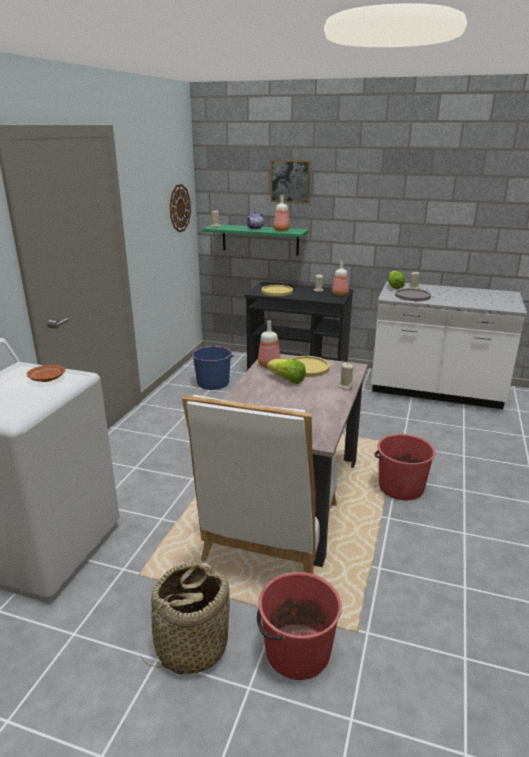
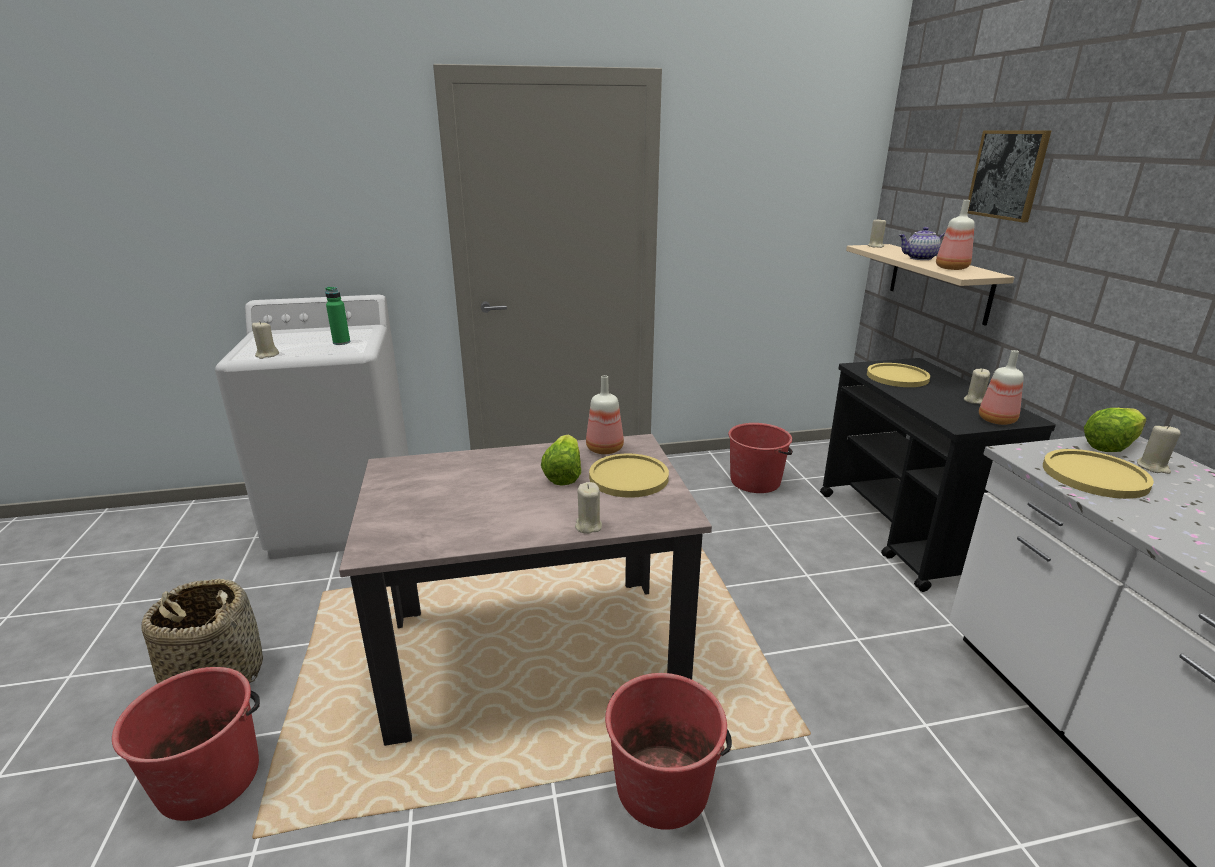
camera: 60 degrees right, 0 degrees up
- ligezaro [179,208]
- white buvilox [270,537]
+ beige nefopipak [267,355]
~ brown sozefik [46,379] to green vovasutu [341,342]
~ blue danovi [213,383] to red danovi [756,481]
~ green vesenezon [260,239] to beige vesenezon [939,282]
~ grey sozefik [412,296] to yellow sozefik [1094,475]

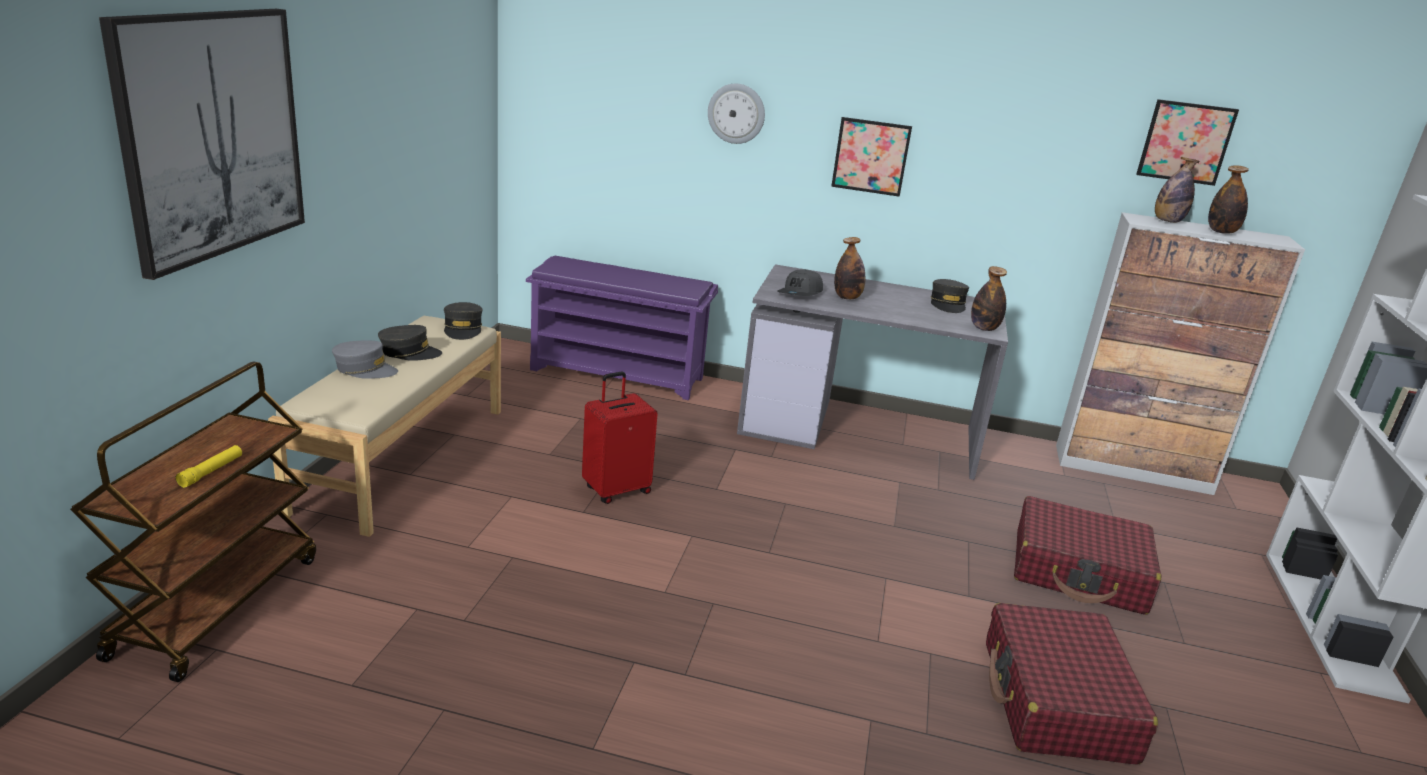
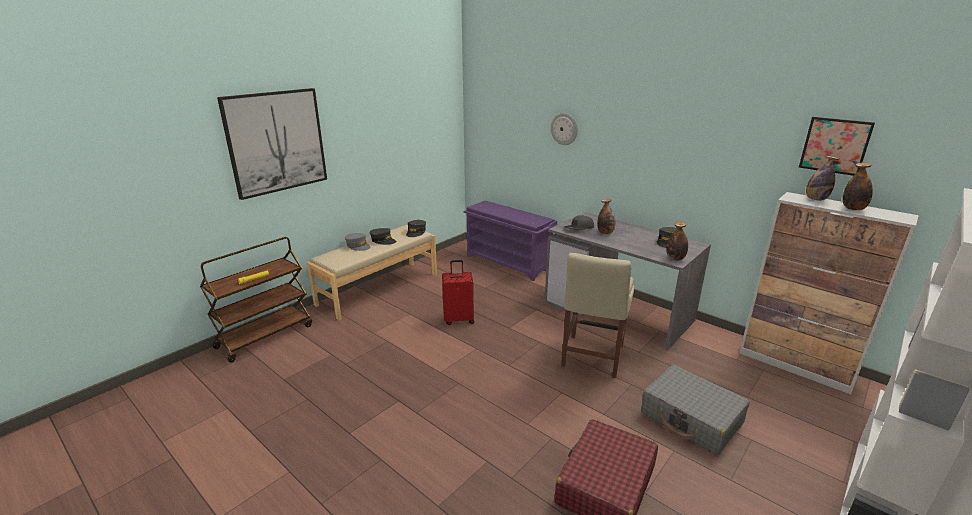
camera: 30 degrees right, 0 degrees up
- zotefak [871,156]
+ beige buvilox [591,358]
~ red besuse [1079,572] to grey besuse [691,418]

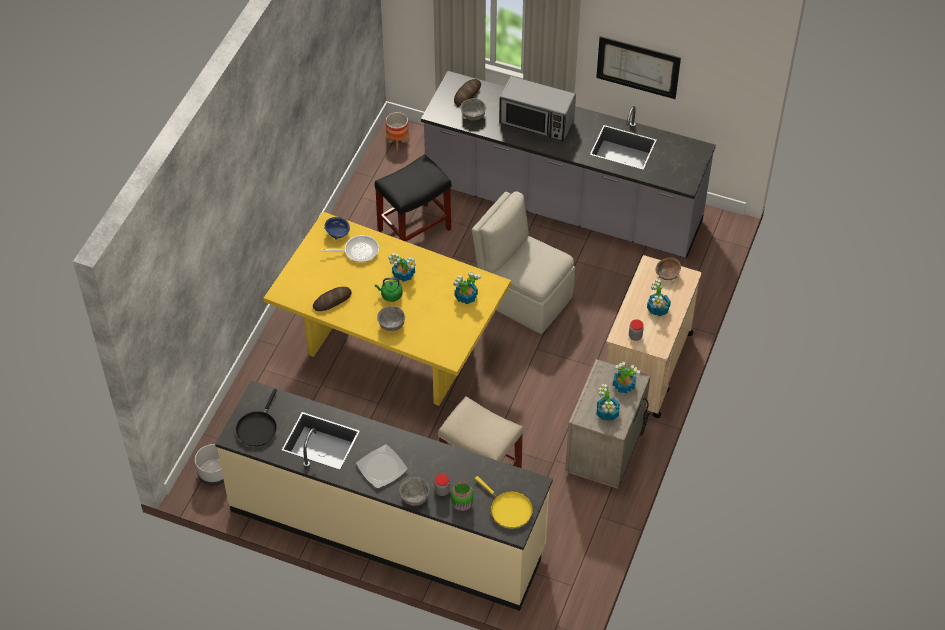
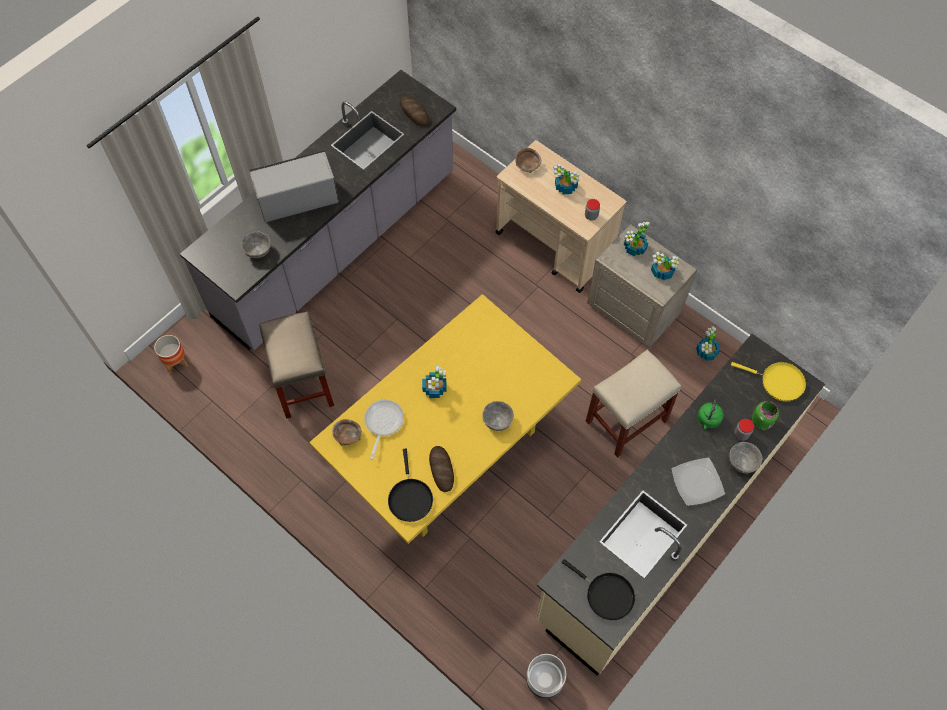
camera: 70 degrees left, 10 degrees up
- beige buvilox [523,297]
- zotefak [638,67]
+ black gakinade [410,498]
~ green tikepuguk [390,295] to [708,420]
~ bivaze [465,296] to [706,352]
~ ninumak [467,94] to [414,112]
~ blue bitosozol [337,233] to brown bitosozol [347,436]
~ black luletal [415,229] to beige luletal [302,383]
~ yellow gakinade [508,509] = [778,382] 45 degrees clockwise
~ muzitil [536,122] = [297,199] 150 degrees counterclockwise

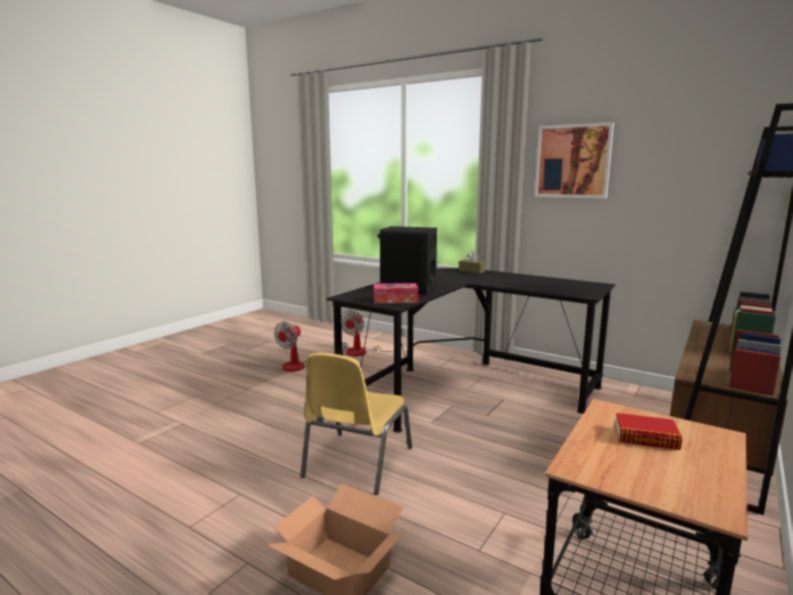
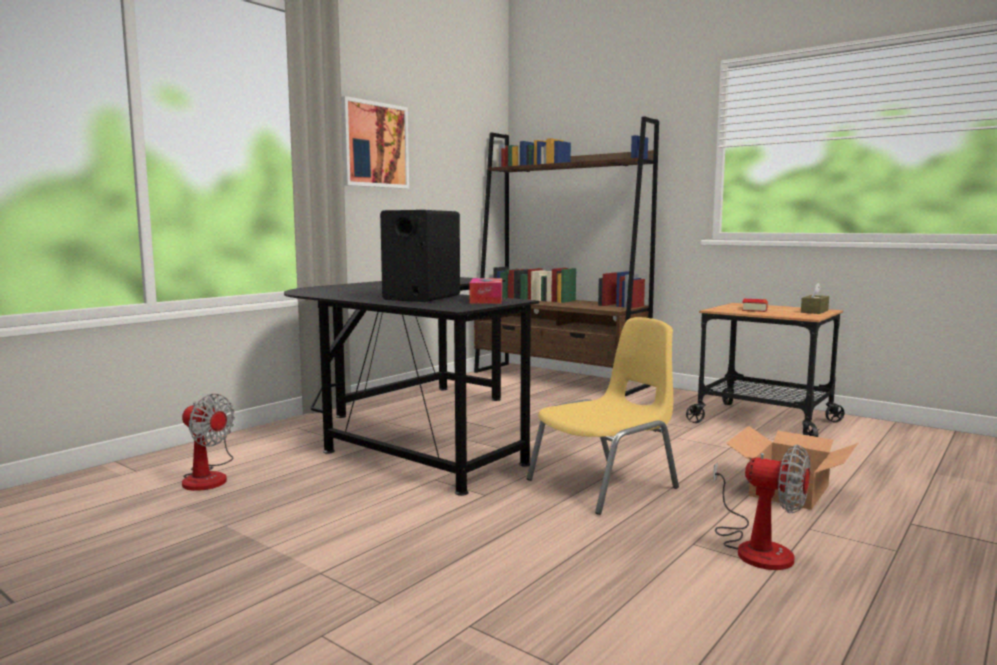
camera: 85 degrees left, 5 degrees down
~ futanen [302,366] to [756,547]
~ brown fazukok [471,271] to [814,311]
~ yellow buvilox [356,463] = [605,484] 60 degrees counterclockwise

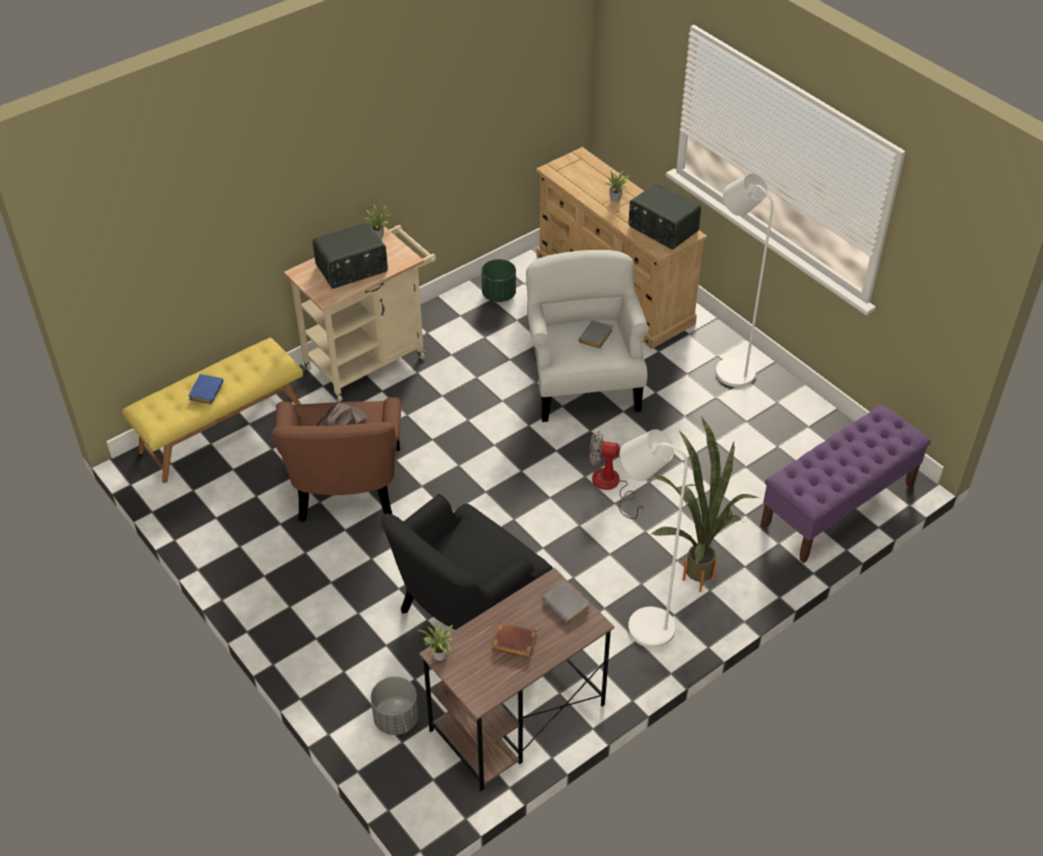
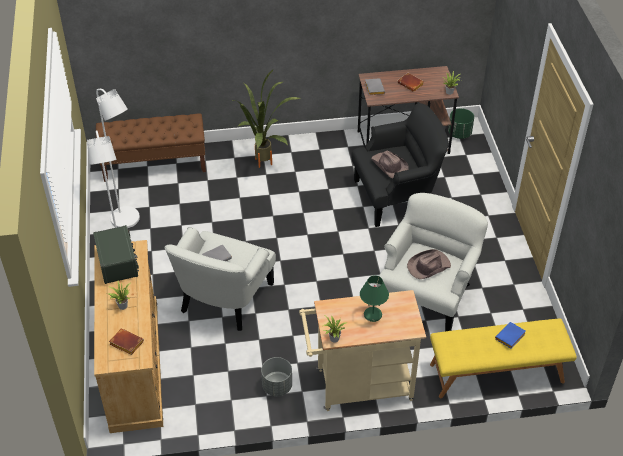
camera: 150 degrees left, 0 degrees up
- futanen [611,486]
+ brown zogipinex [125,343]
+ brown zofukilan [389,166]
~ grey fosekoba [396,719] to [277,386]
~ green fosekoba [498,294] to [459,133]
~ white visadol [642,625] to [128,221]
~ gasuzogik [352,269] to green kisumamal [372,315]
~ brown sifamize [346,486] to white sifamize [427,294]
~ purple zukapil [837,506] to brown zukapil [155,164]

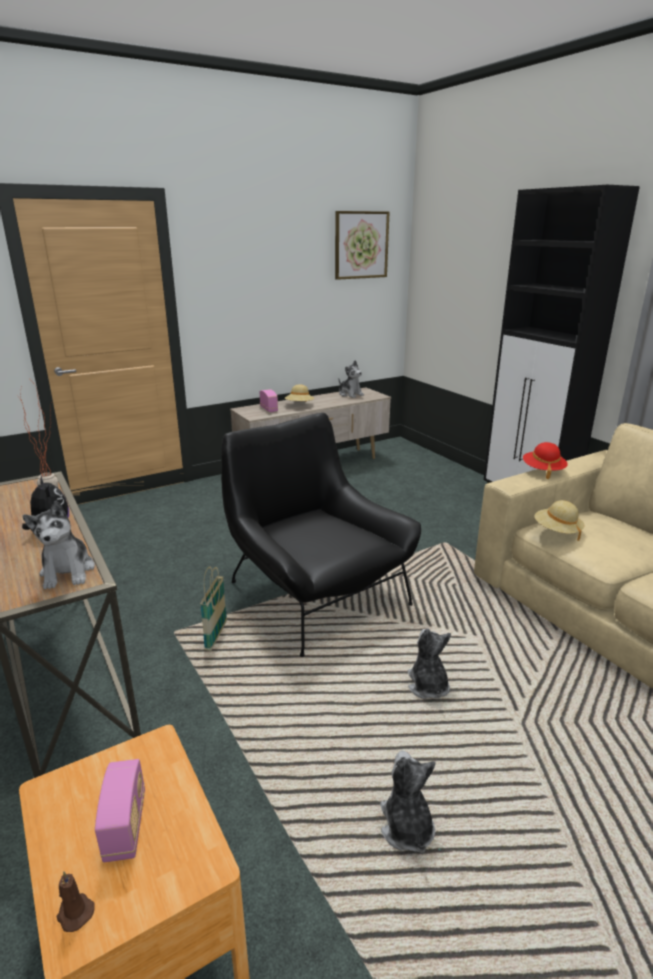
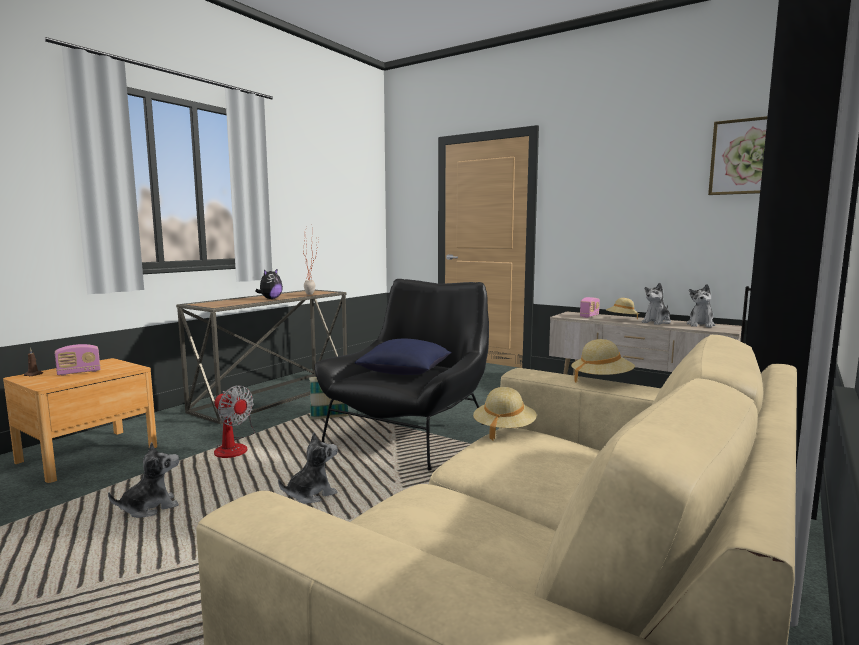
camera: 65 degrees right, 15 degrees down
+ futanen [234,447]
+ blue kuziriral [406,373]
~ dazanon [68,572] to [657,322]
~ red zofukilan [543,470] to beige zofukilan [601,380]

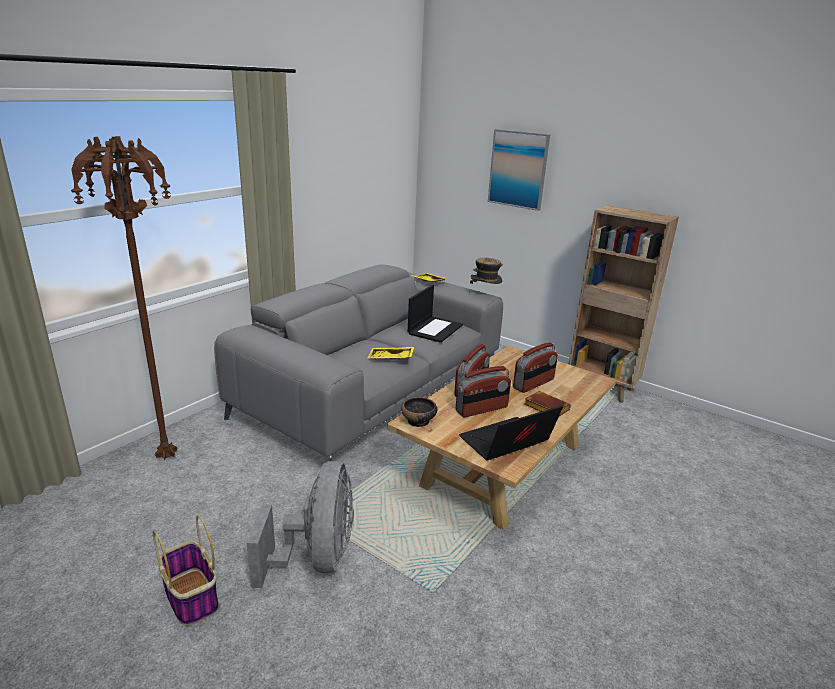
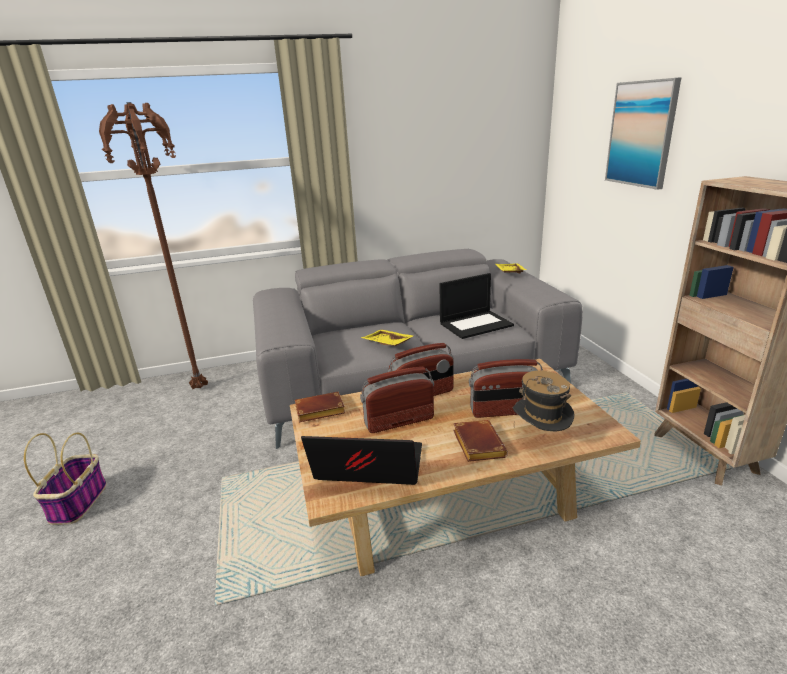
camera: 40 degrees right, 0 degrees up
- grey futanen [317,558]
~ zofukilan [485,294] to [540,438]
~ bitosozol [418,421] to brown zogipinex [319,412]
~ gasuzogik [482,409] = [399,421] 150 degrees clockwise

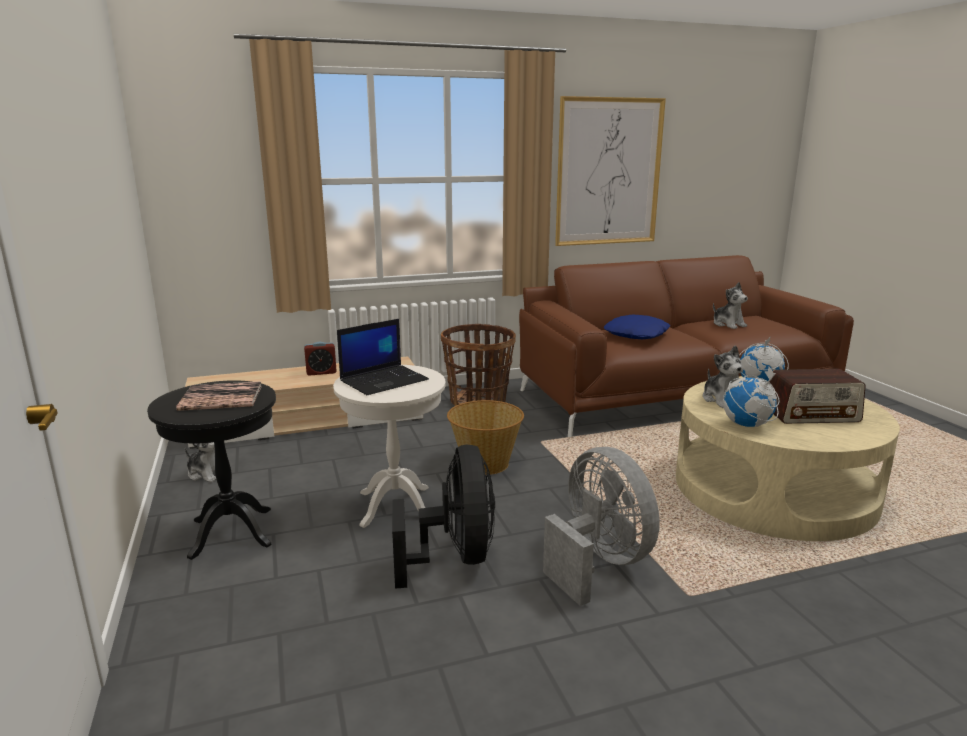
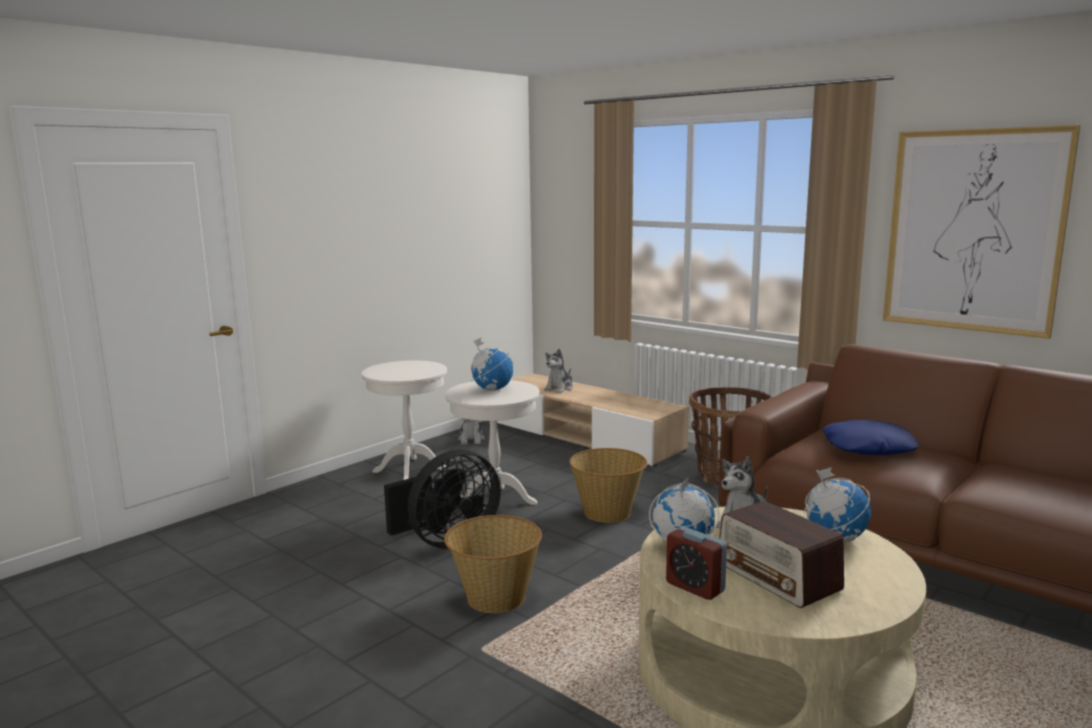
camera: 60 degrees right, 5 degrees down
- zogipinex [221,398]
~ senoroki [321,372] to [695,587]
~ dazanon [728,324] to [559,388]
~ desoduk [384,380] to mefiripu [492,389]
~ grey futanen [598,562] to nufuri [495,597]
~ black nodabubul [231,532] to white nodabubul [410,471]

